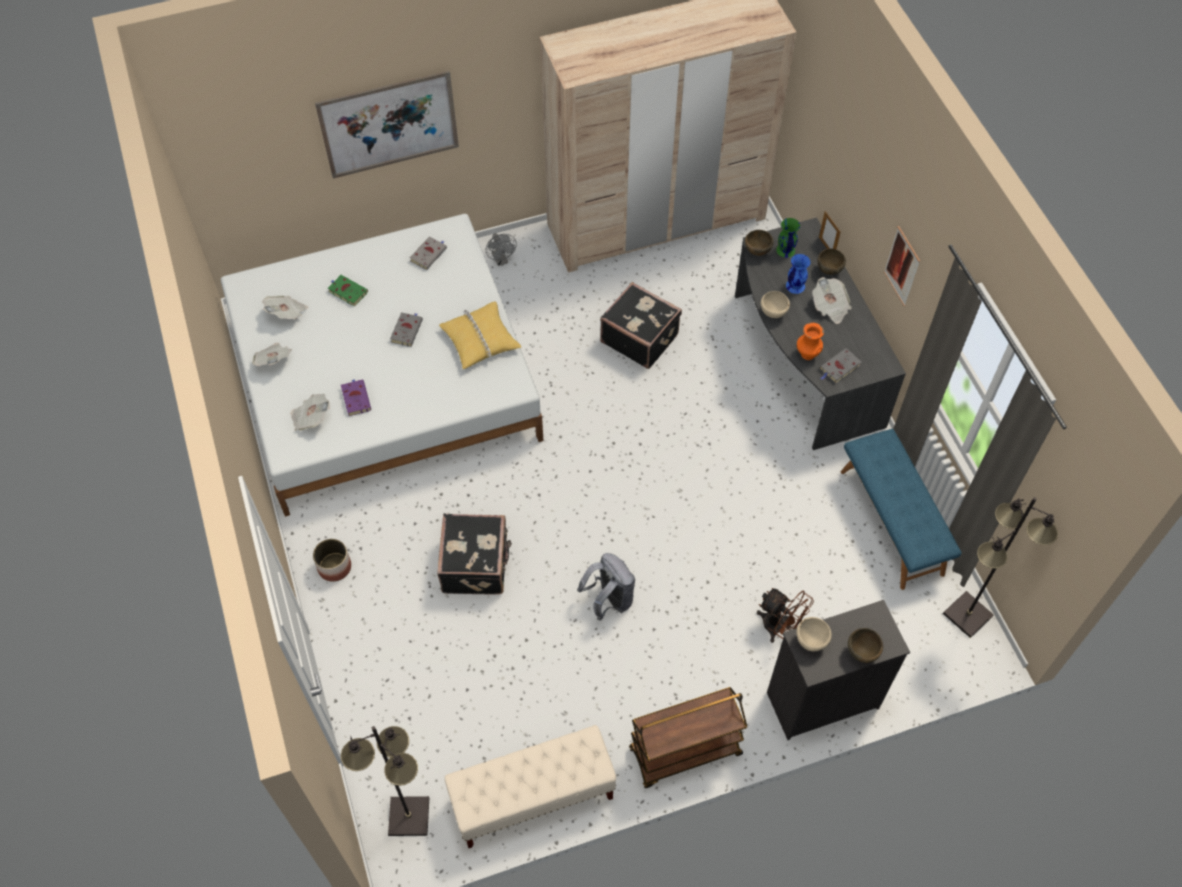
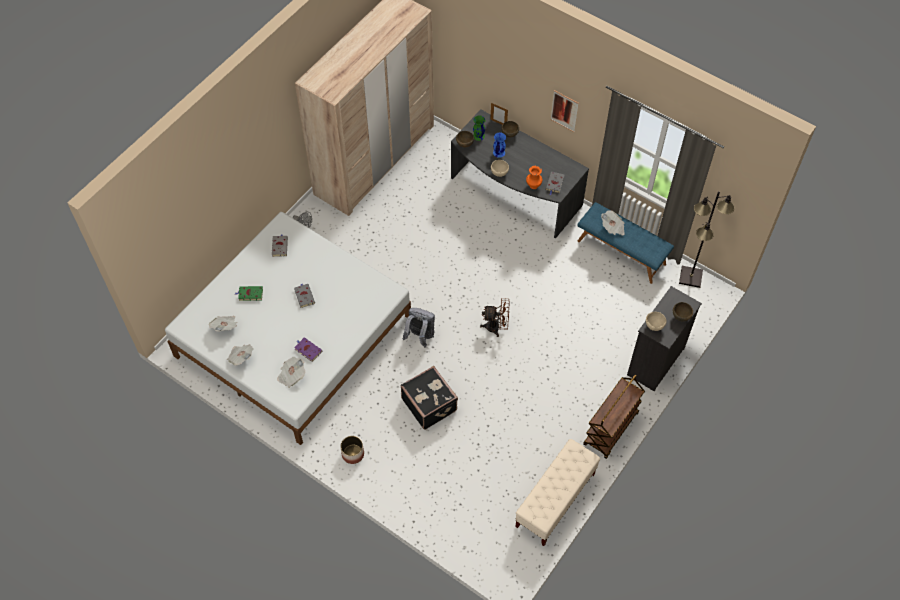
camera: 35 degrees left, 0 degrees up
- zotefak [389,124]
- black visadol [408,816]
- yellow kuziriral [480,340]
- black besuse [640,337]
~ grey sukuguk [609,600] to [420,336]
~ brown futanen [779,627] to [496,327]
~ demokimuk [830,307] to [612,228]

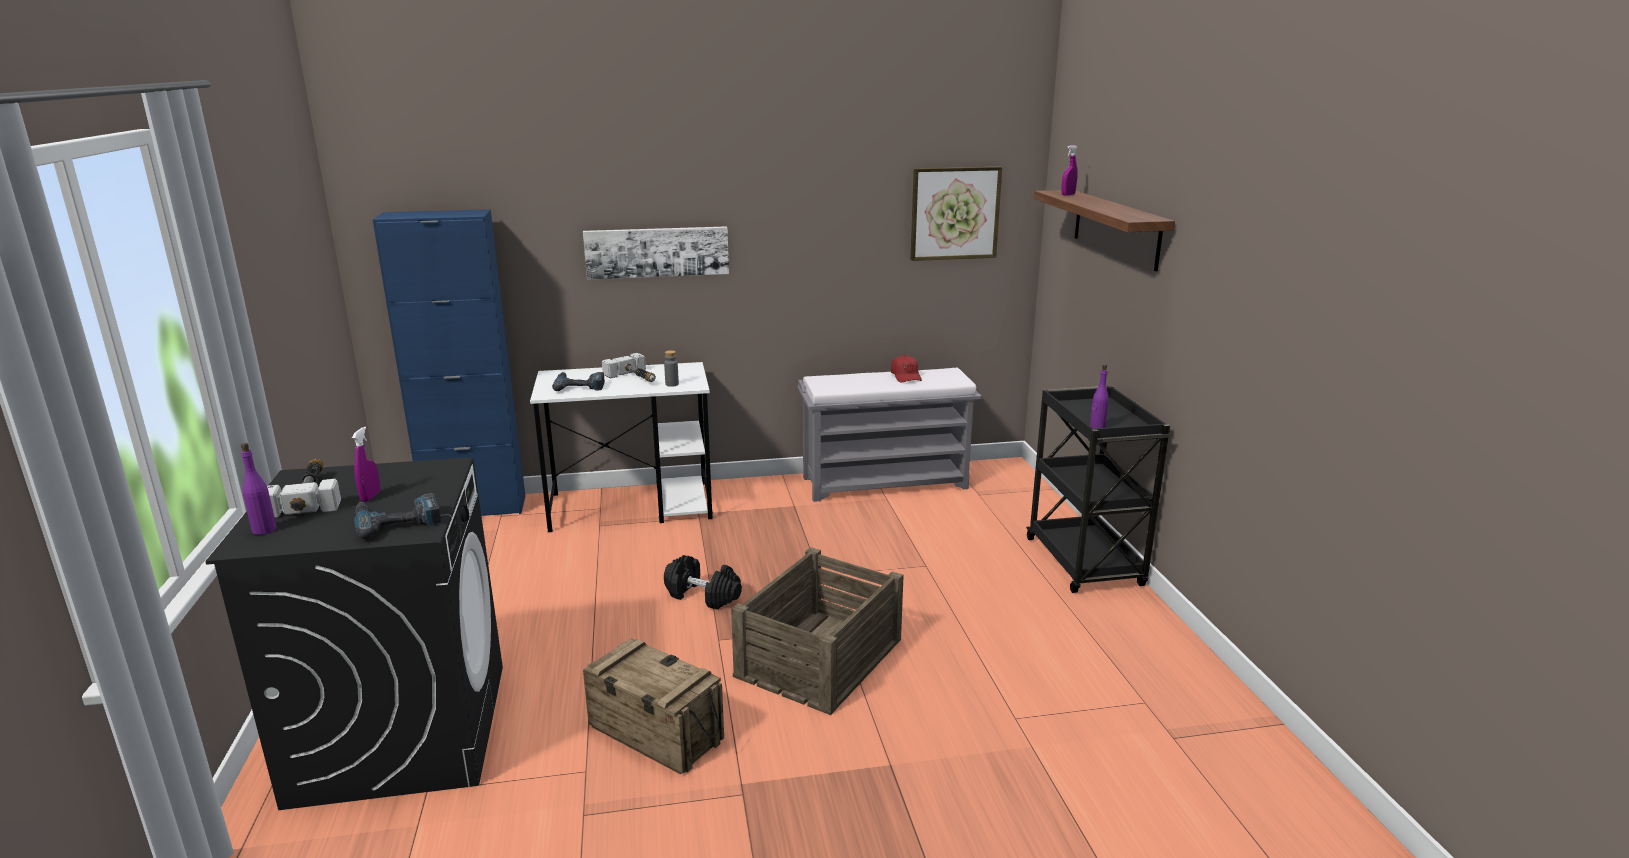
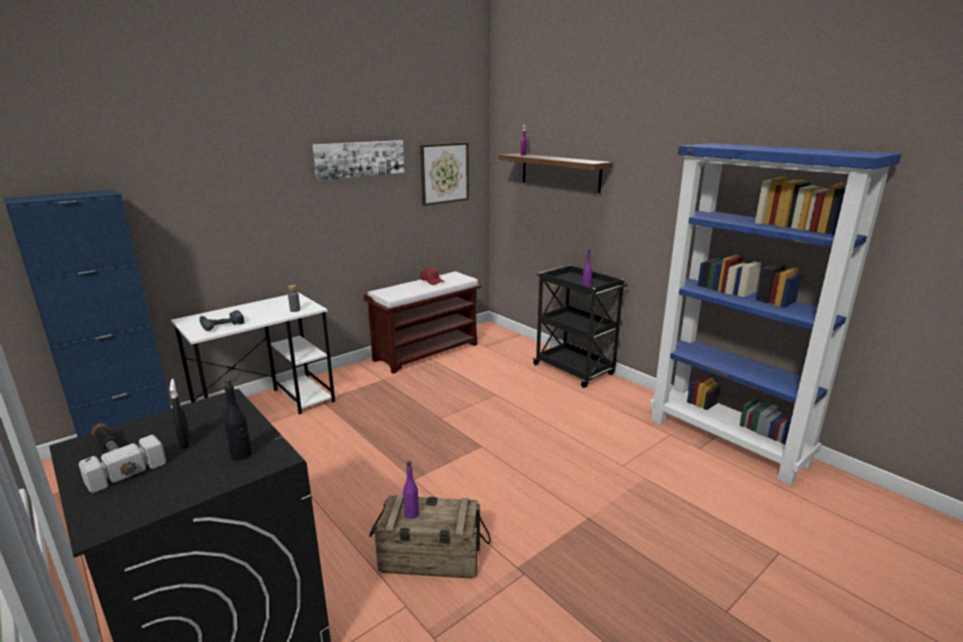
camera: 30 degrees left, 0 degrees up
- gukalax [636,378]
- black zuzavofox [703,595]
- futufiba [821,657]
+ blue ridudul [728,440]
~ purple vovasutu [264,530] to [411,514]
~ zotefak [657,252] to [360,159]
~ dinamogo [397,521] to black vovasutu [242,455]
~ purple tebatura [370,496] to black tebatura [185,442]
~ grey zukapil [886,482] to brown zukapil [427,352]

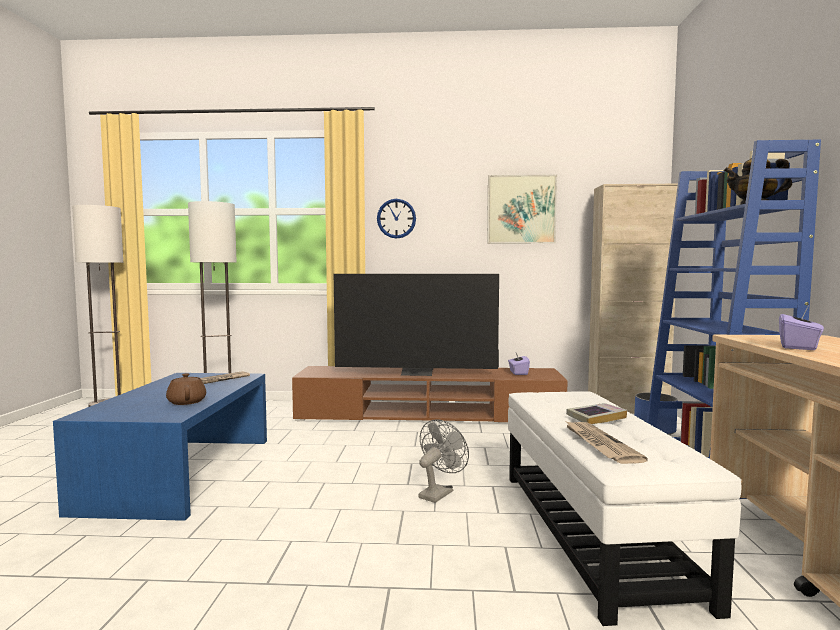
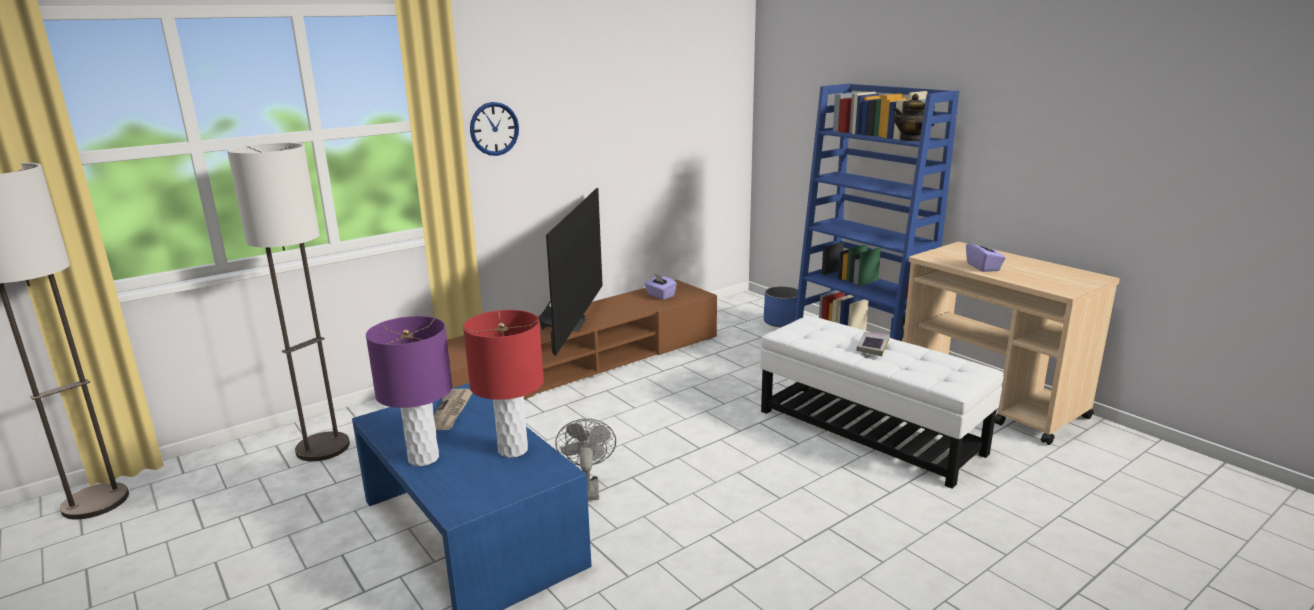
camera: 40 degrees left, 15 degrees up
- zotefak [521,209]
- demokimuk [599,444]
- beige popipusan [627,410]
+ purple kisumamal [423,458]
~ grey futanen [439,493] to [587,487]
~ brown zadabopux [187,401] to red kisumamal [512,450]
~ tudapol [417,373] = [570,324] 45 degrees counterclockwise

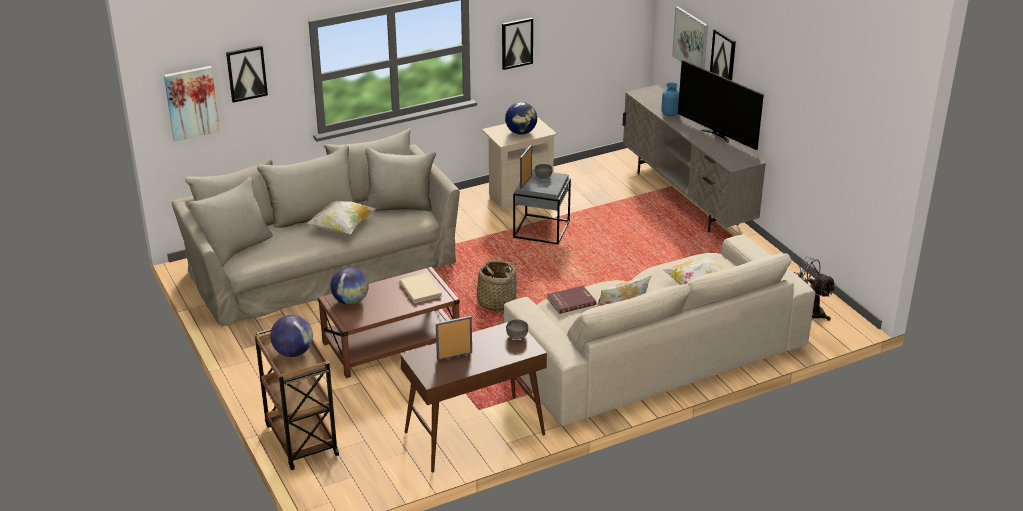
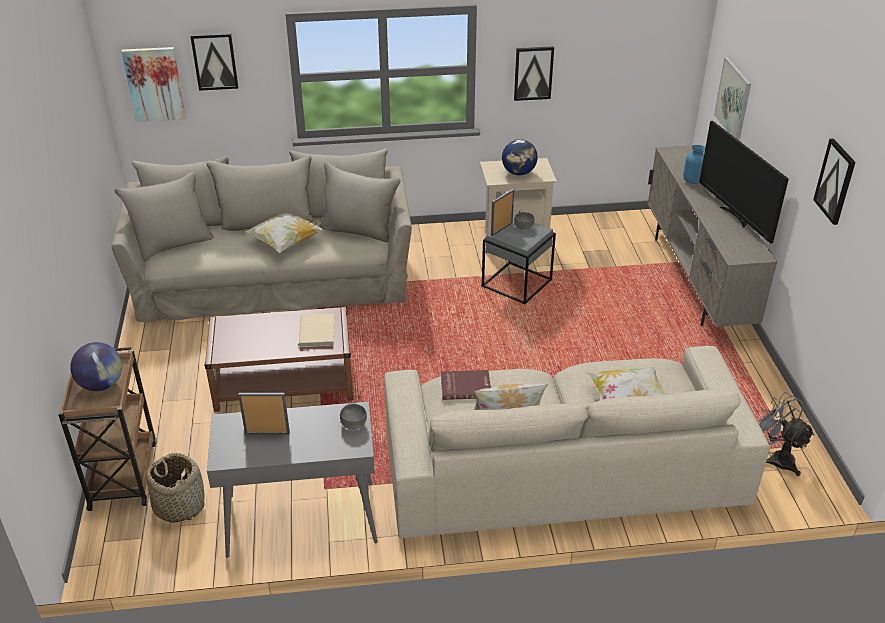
camera: 20 degrees right, 5 degrees up
- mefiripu [350,301]
~ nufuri [496,302] to [179,505]
~ zotefak [723,58] to [835,181]
~ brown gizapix [474,434] to grey gizapix [301,520]

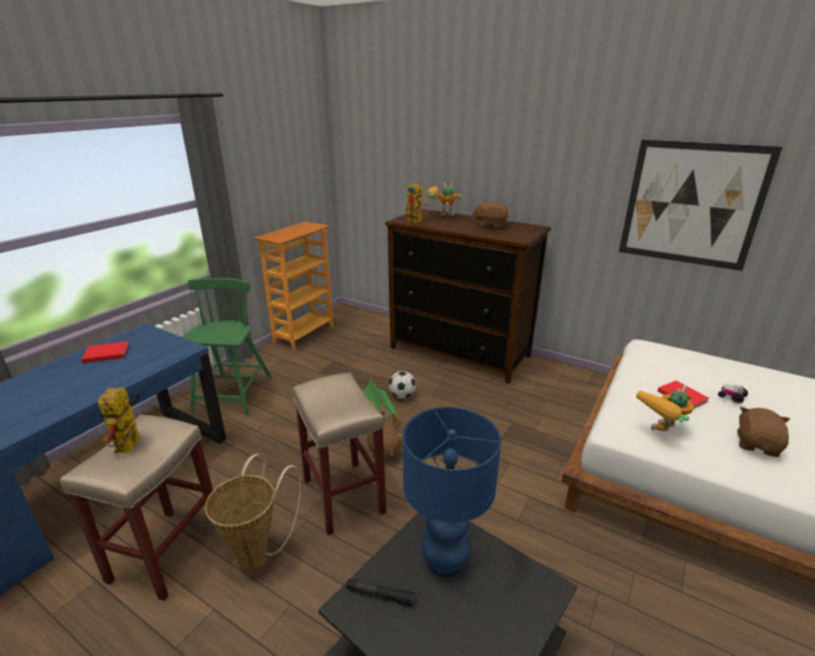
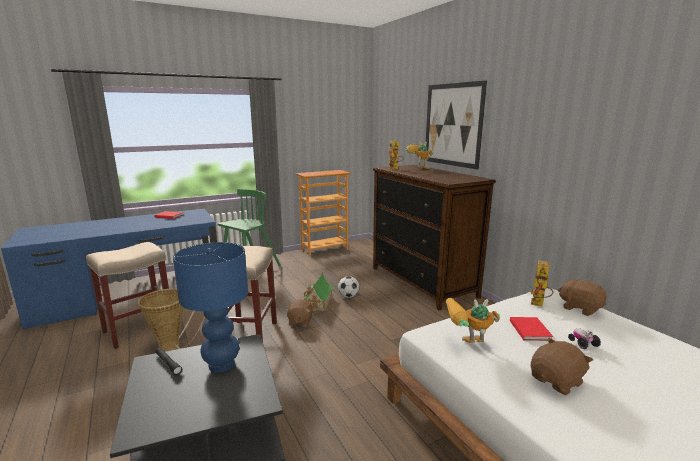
camera: 30 degrees right, 10 degrees down
~ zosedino [127,449] to [538,304]
~ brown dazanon [490,226] to [580,308]
~ zotefak [691,204] to [452,125]

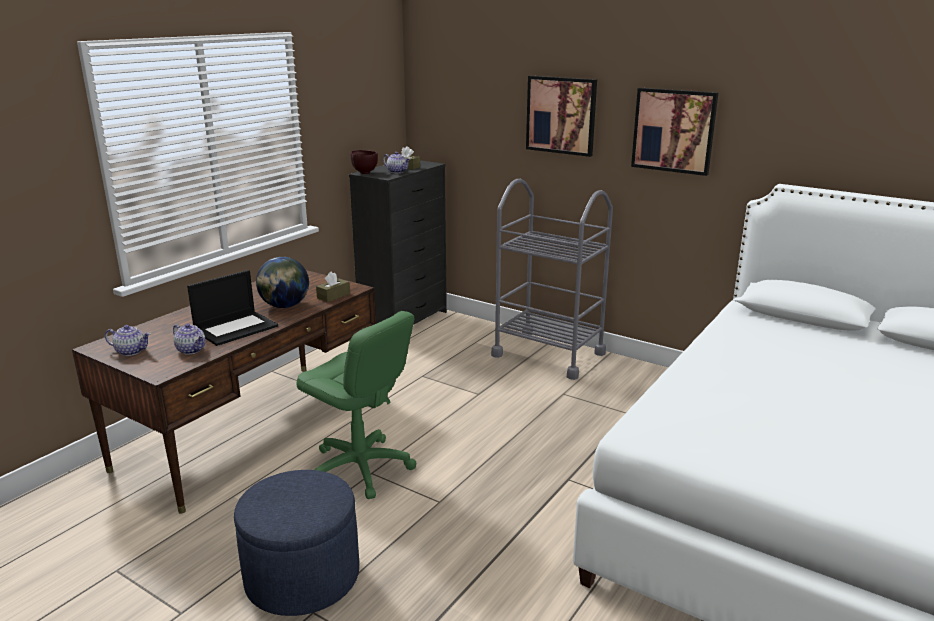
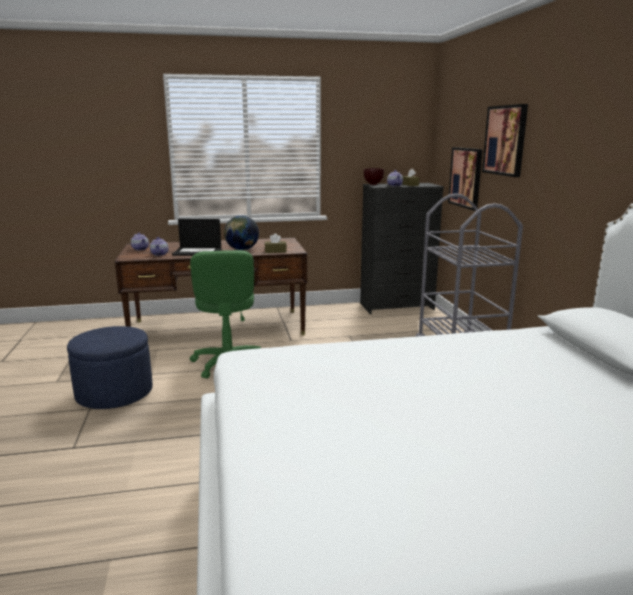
camera: 45 degrees right, 5 degrees down
~ zotefak [673,130] to [466,177]

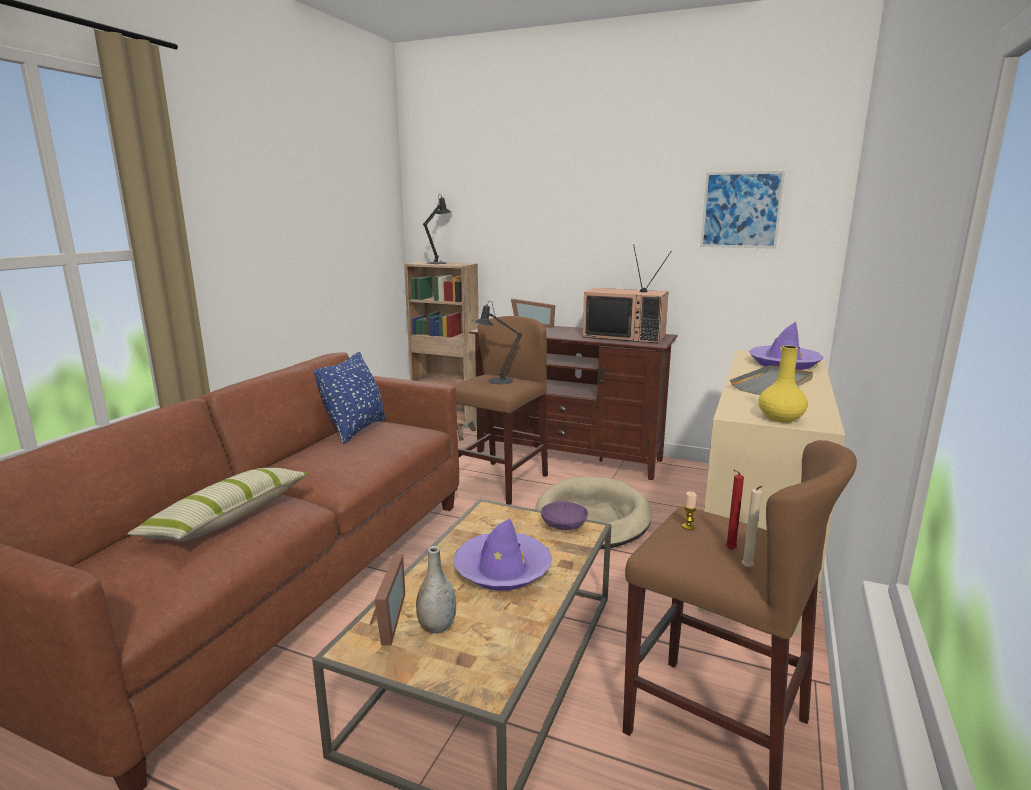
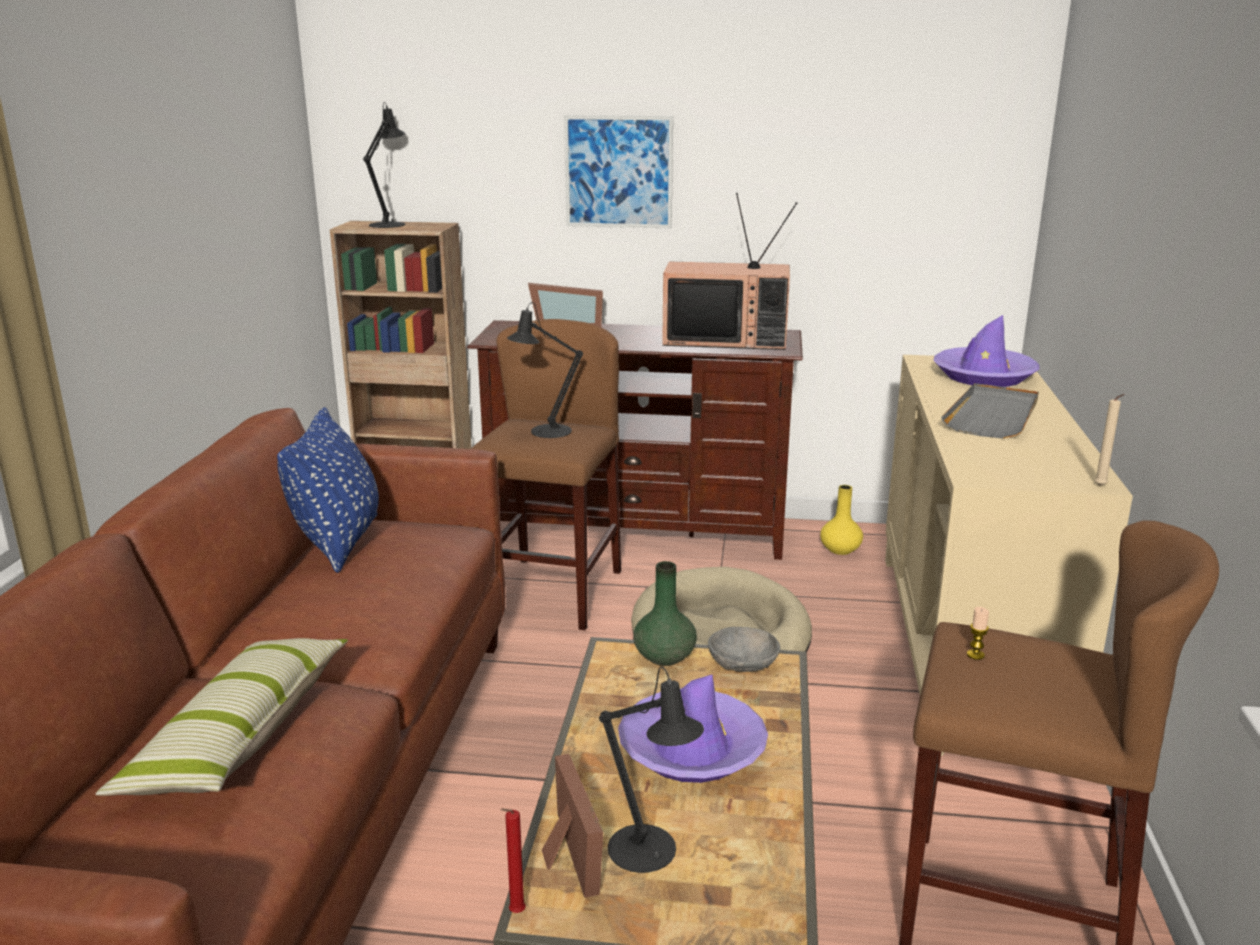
camera: 15 degrees left, 5 degrees up
+ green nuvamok [665,656]
~ zotefak [741,210] to [618,172]
~ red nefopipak [729,550] to [515,913]
~ beige nefopipak [747,568] to [1101,487]
~ yellow nuvamok [780,418] to [840,550]
~ grey nuvamok [437,627] to black kisumamal [649,854]
~ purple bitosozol [564,527] to grey bitosozol [743,667]

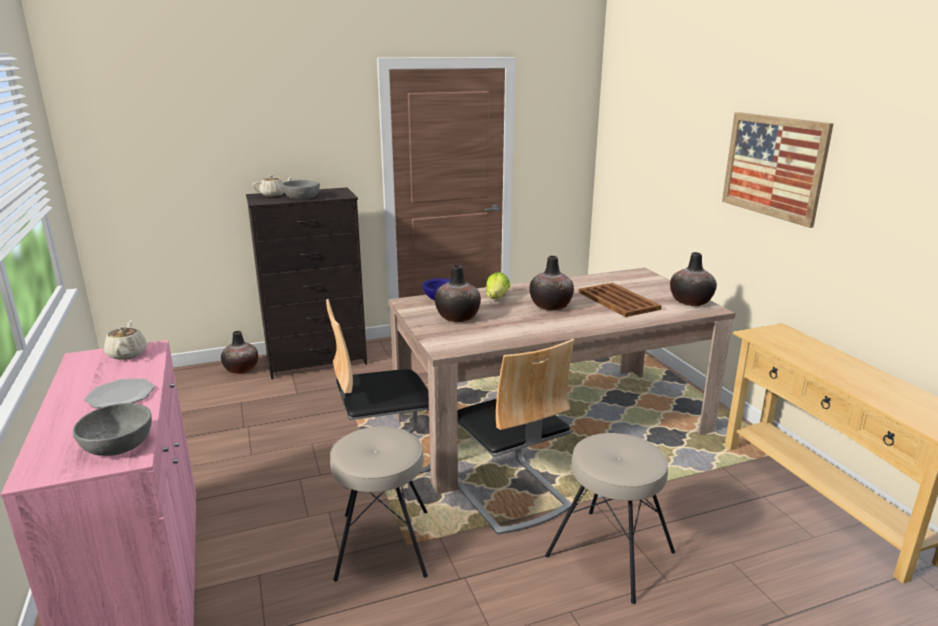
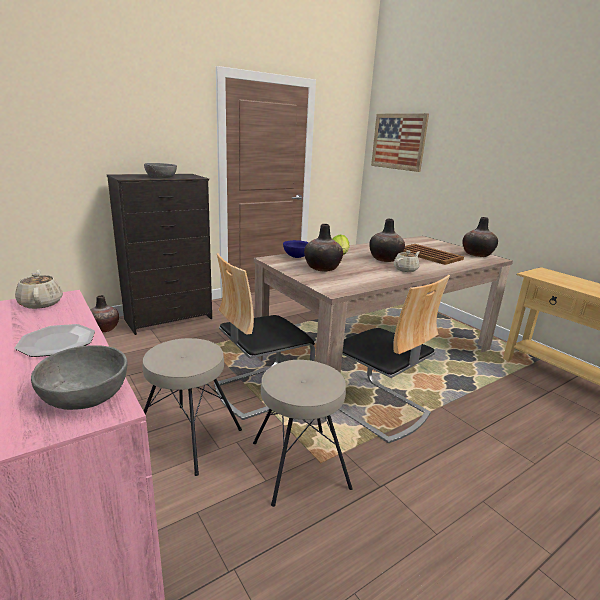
camera: 15 degrees left, 0 degrees up
~ beige zadabopux [274,195] to [406,269]
~ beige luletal [610,553] to [188,436]
~ zotefak [773,166] to [398,141]

